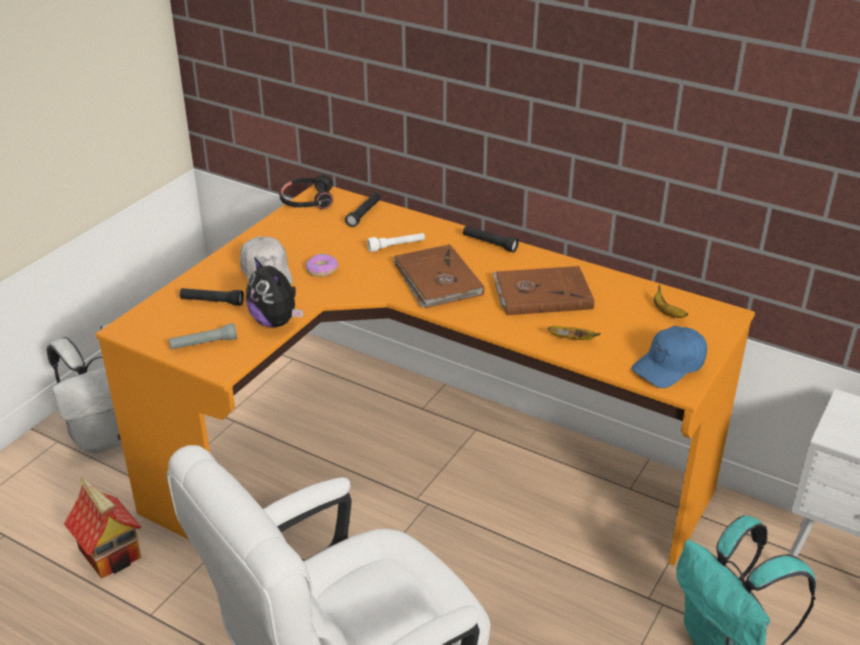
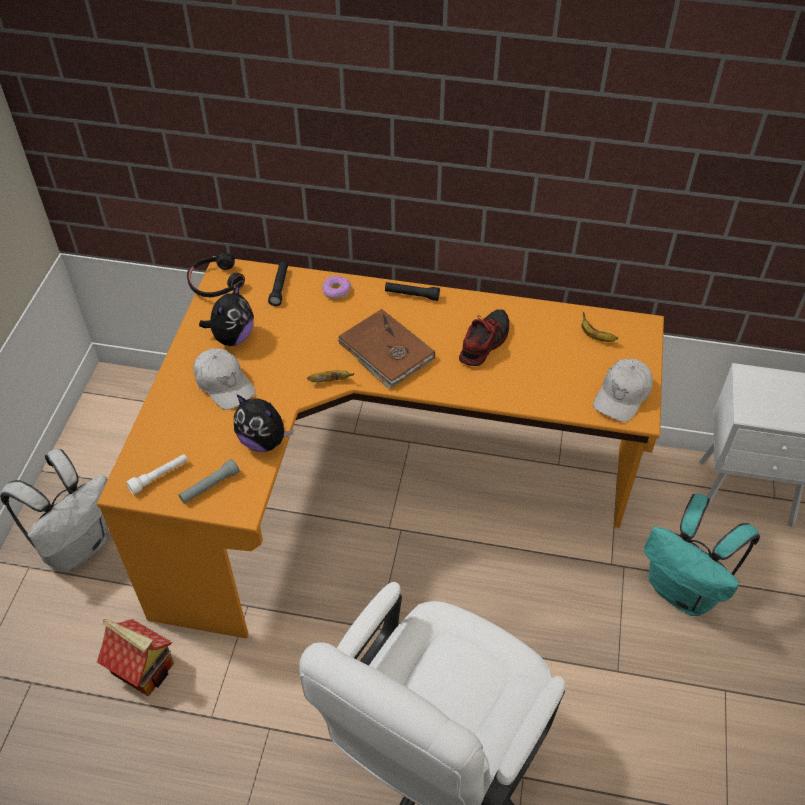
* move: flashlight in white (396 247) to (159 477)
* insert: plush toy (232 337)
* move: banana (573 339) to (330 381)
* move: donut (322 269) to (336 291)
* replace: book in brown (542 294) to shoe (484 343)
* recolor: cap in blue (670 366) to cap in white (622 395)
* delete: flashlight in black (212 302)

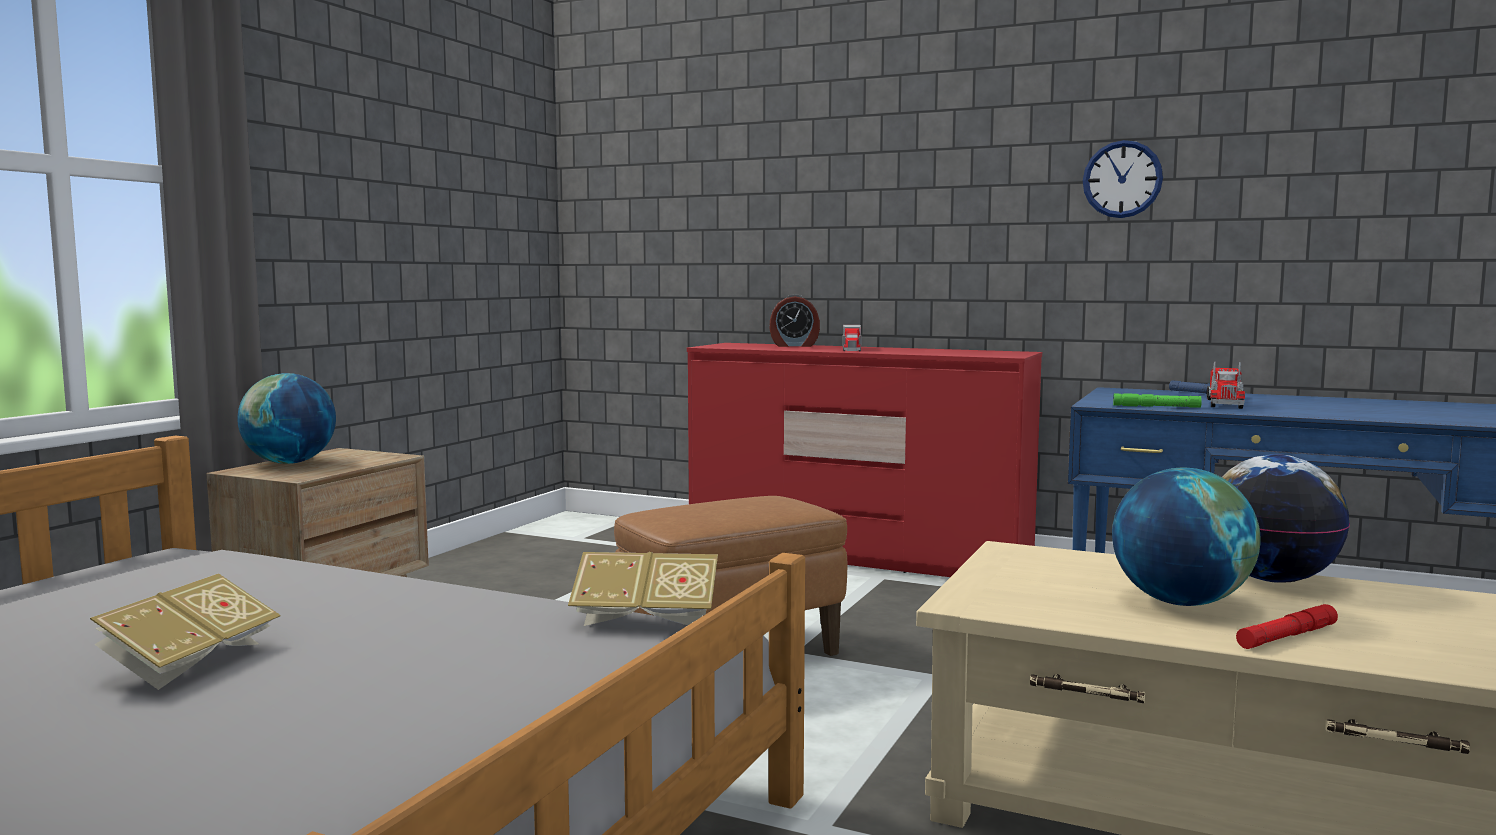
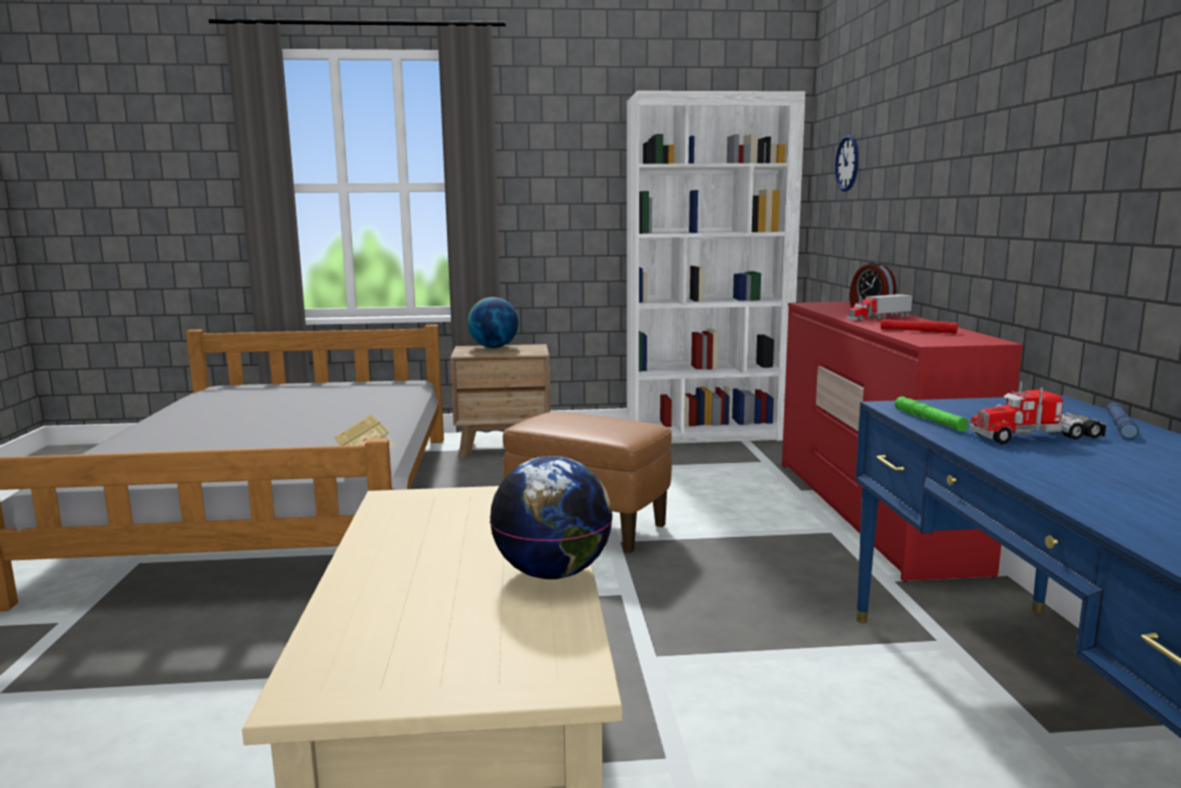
* insert: bookcase in white (706 433)
* move: wall clock (1122 179) to (847 163)
* move: flashlight in red (1287 636) to (918 331)
* delete: book (189 662)
* delete: globe (1180 602)

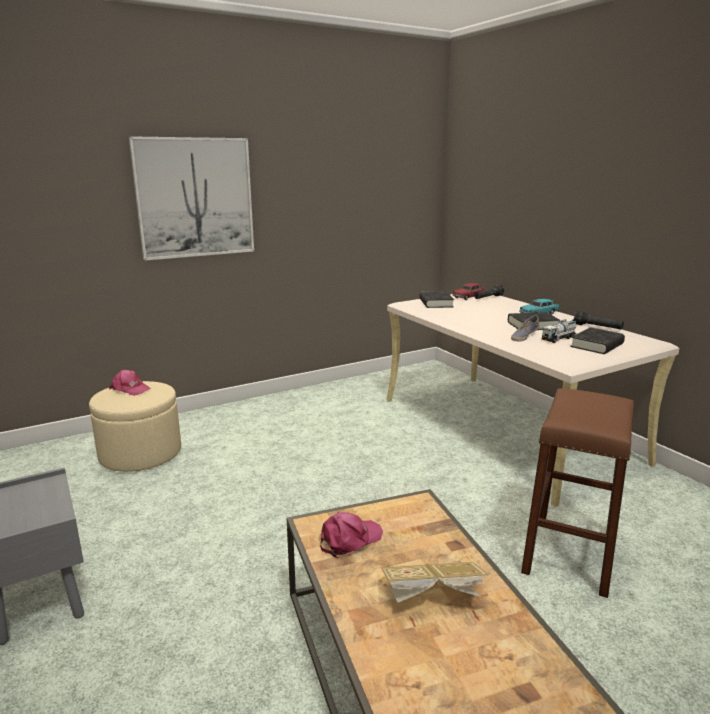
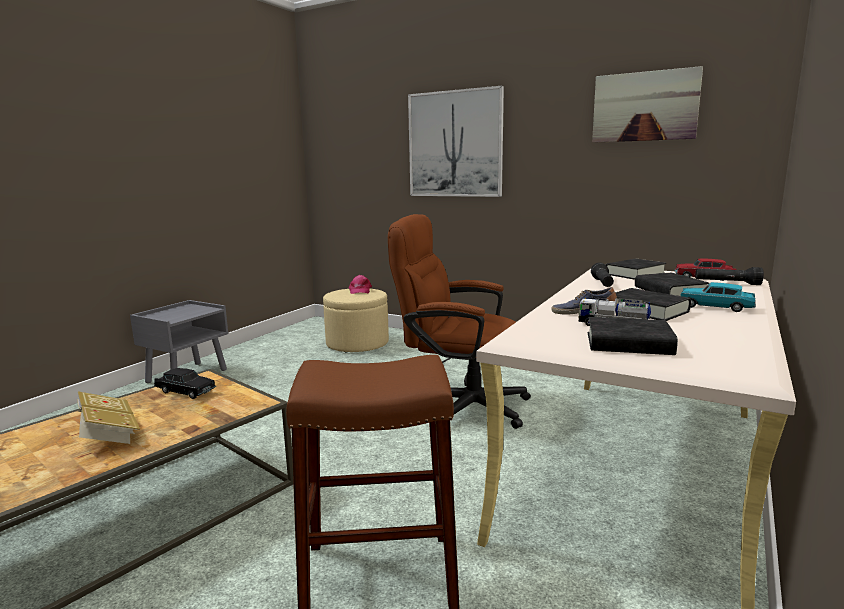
* replace: cap in pink (349 539) to toy car in black (185 392)
* insert: office chair in brown (460 405)
* move: flashlight in black (597 327) to (602 284)
* insert: picture (644 106)
* insert: book in black (669 291)

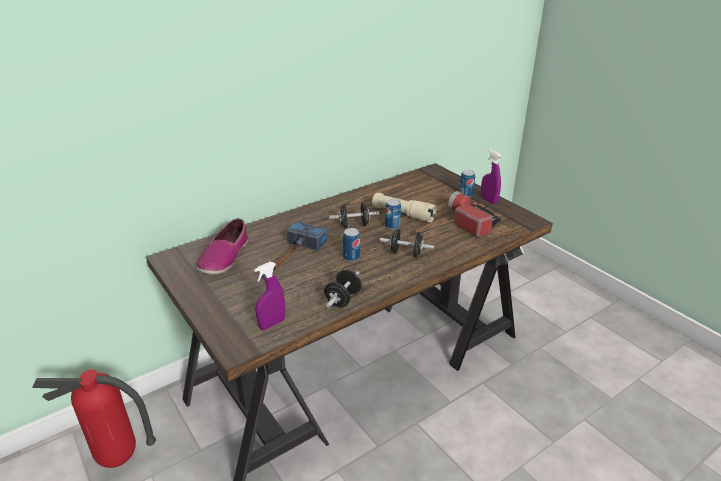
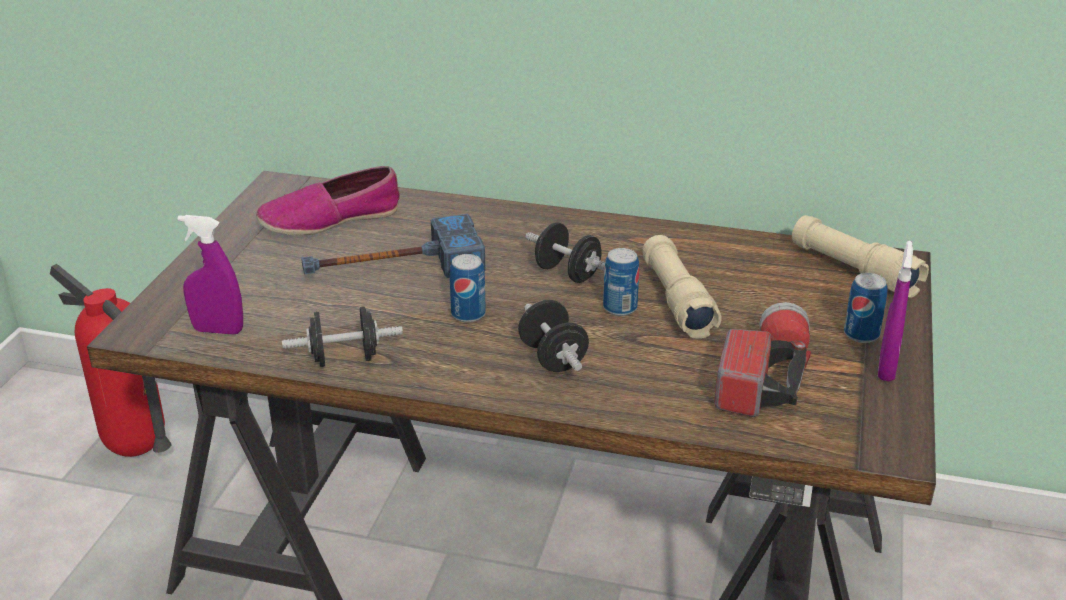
* insert: flashlight in beige (854 270)

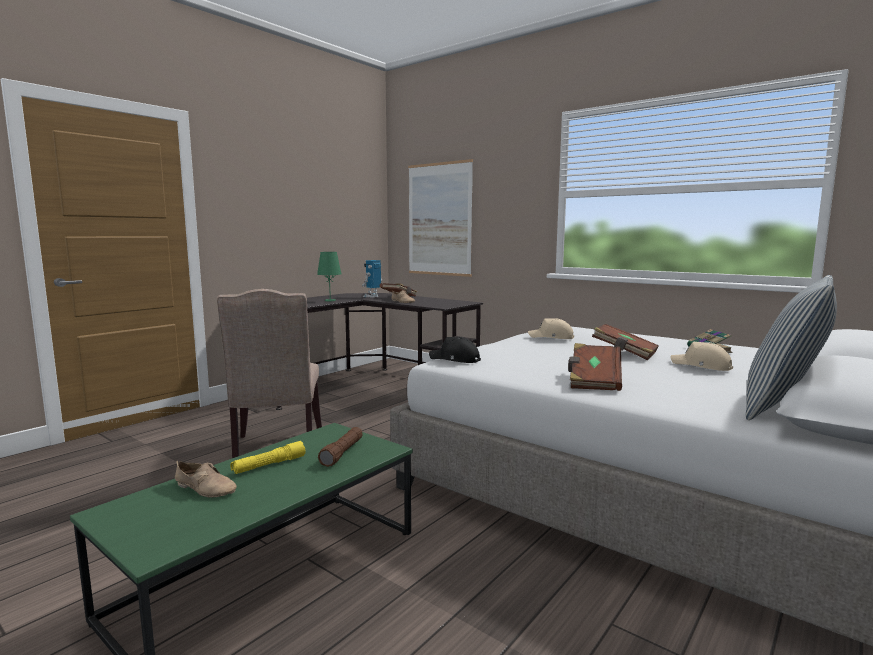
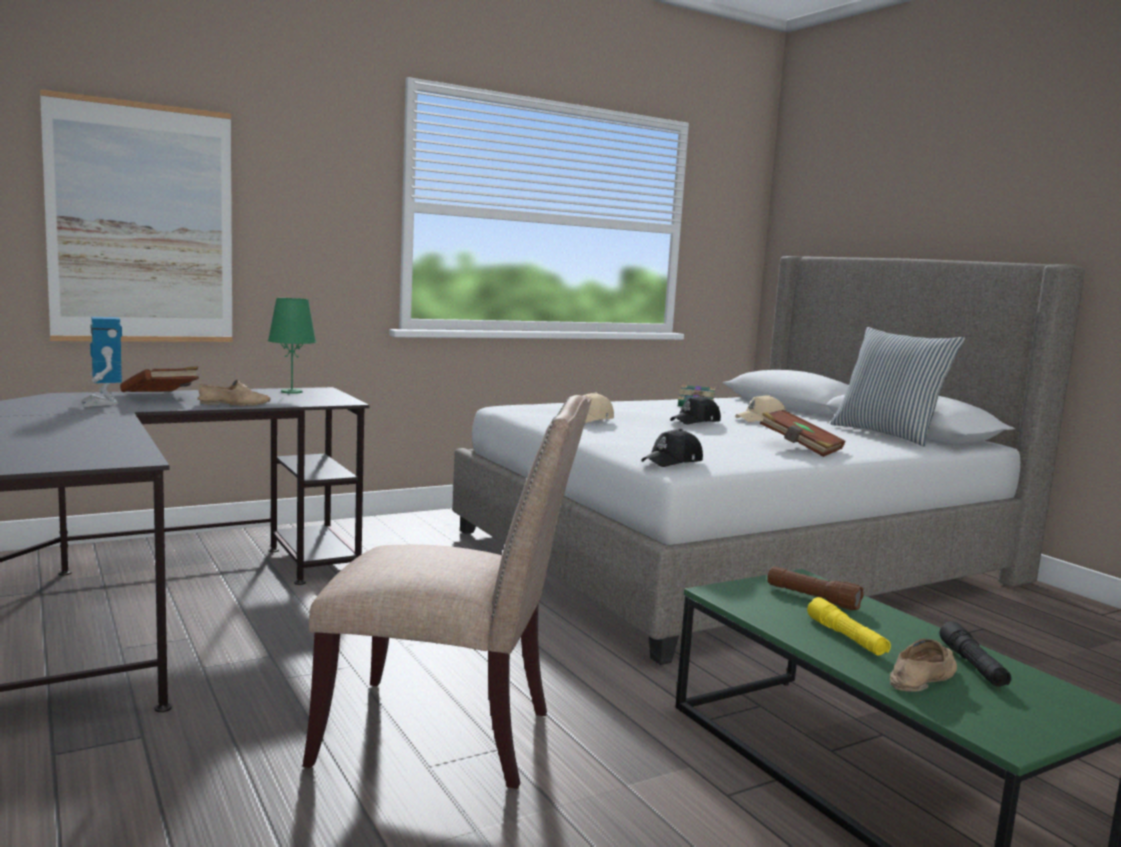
* move: table lamp in green (330 300) to (292 392)
* replace: book in brown (624 353) to cap in black (696 421)
* insert: flashlight in black (972 665)

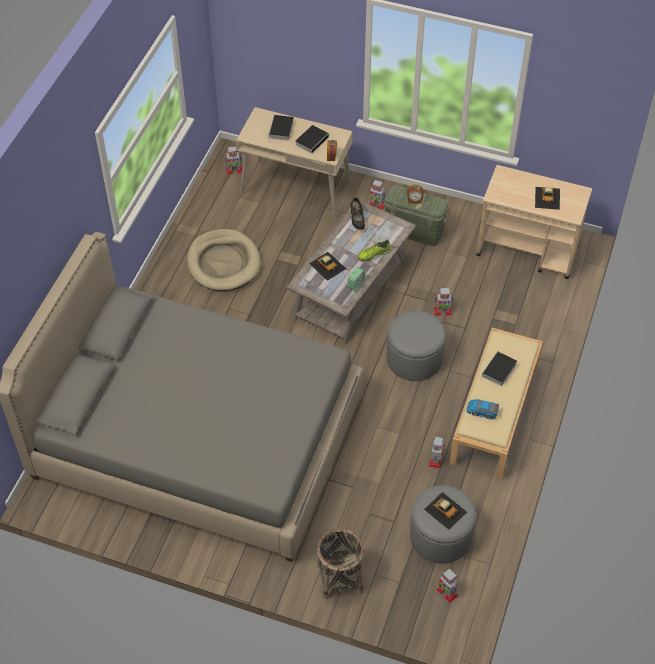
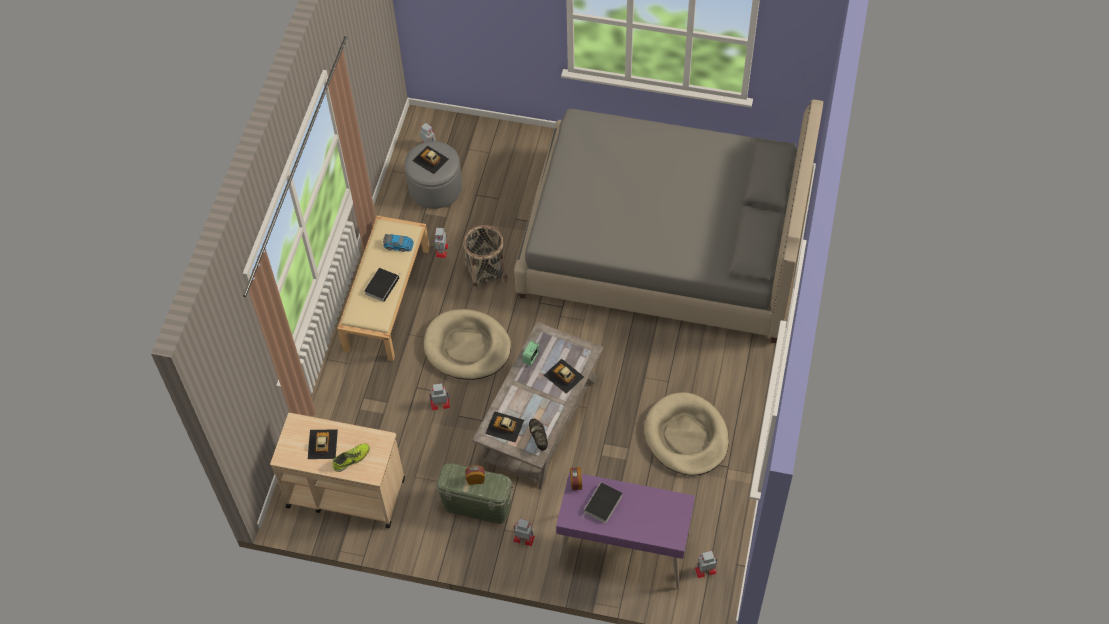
* move: shoe (374 254) to (352 459)
* replace: ottoman in grey (414 358) to dog bed in beige (467 347)
* move: basket (340 578) to (486 272)
* insert: toy car (505 427)
* recolor: desk in beige (296 189) to desk in purple (624 550)
* delete: book (281 130)

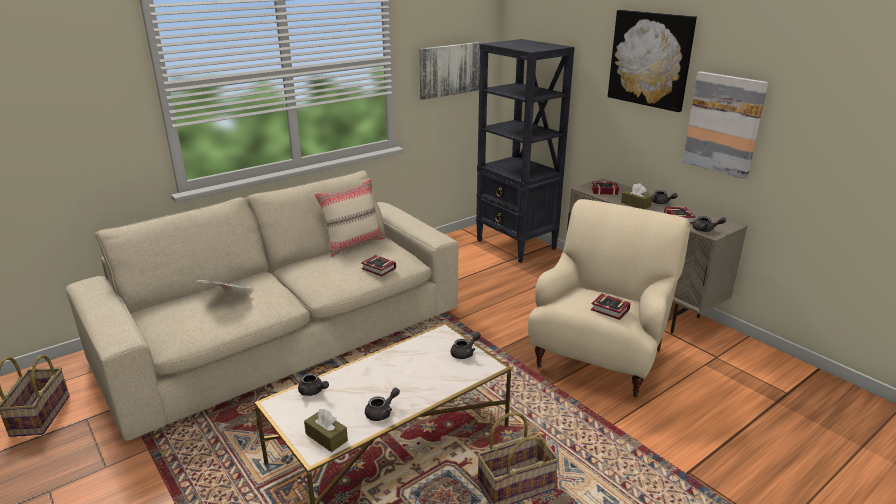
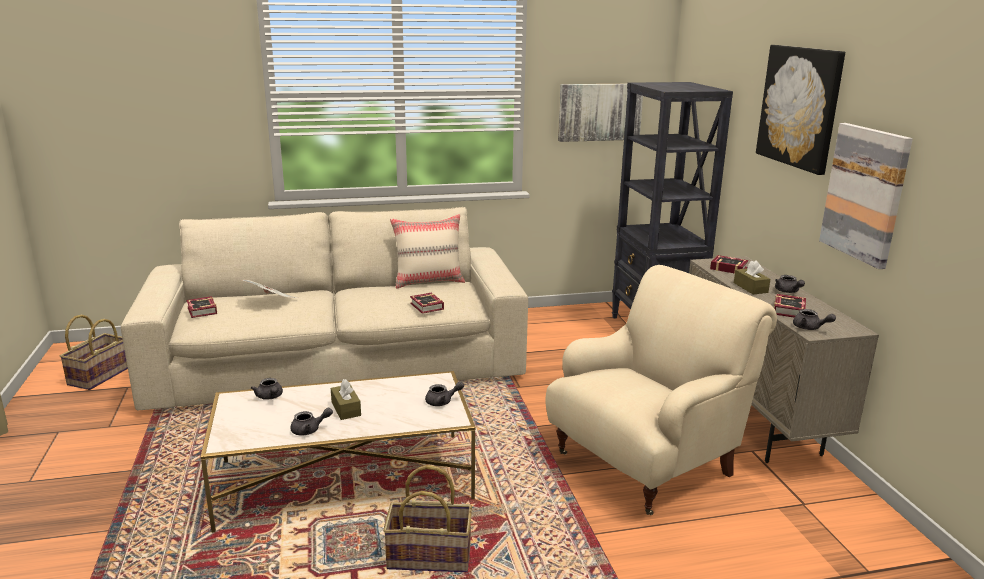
* move: book (611 310) to (201 311)
* move: tissue box in brown (326 437) to (346 409)

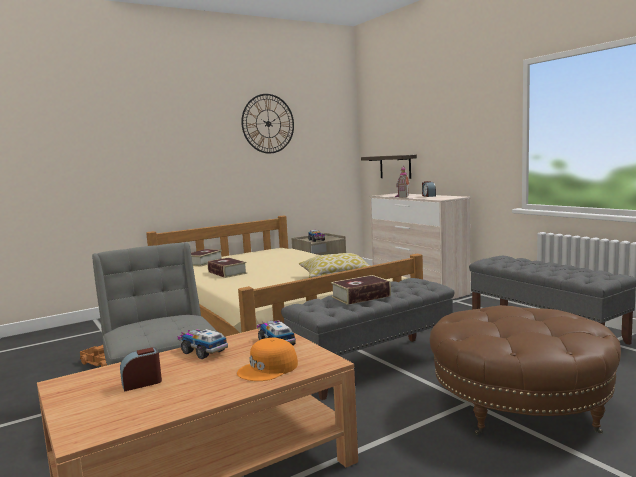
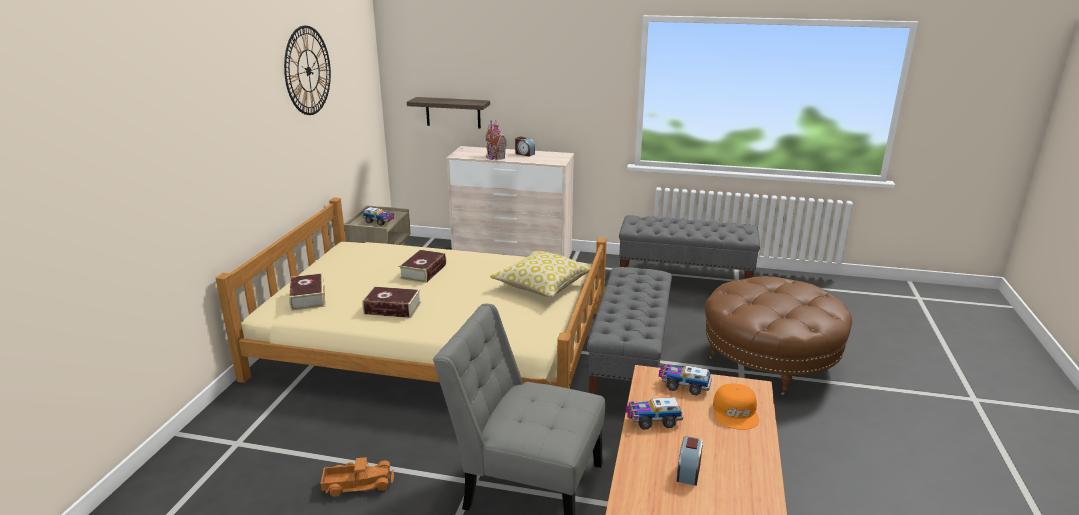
* move: book (361 296) to (423 271)

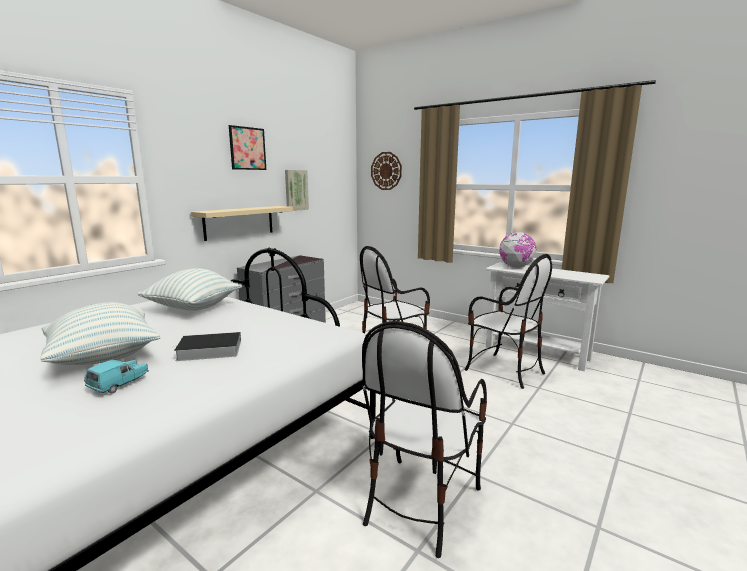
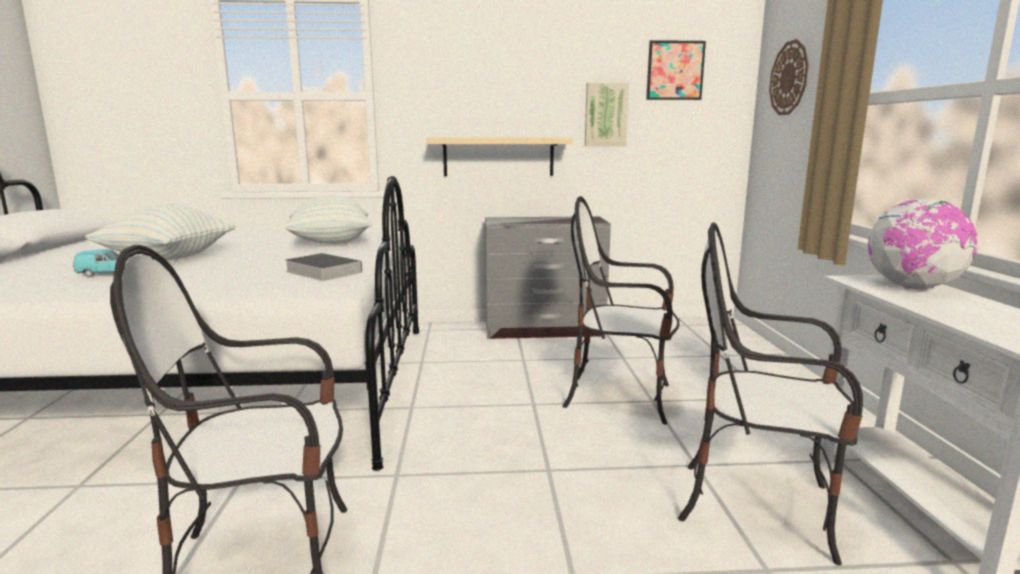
* move: book (207 350) to (321 271)
* move: picture (247 148) to (675 70)
* rotate: chair (504 371) = (759 506) 105 degrees clockwise

